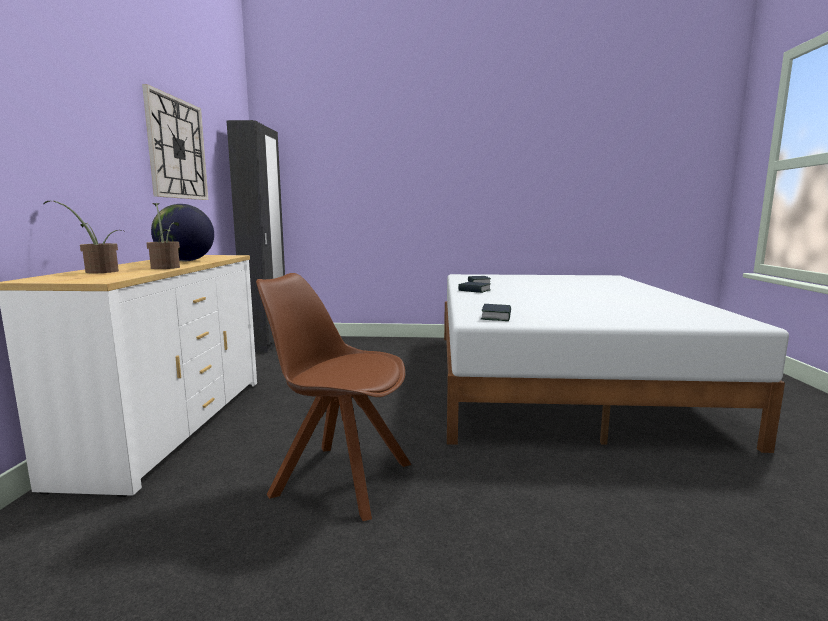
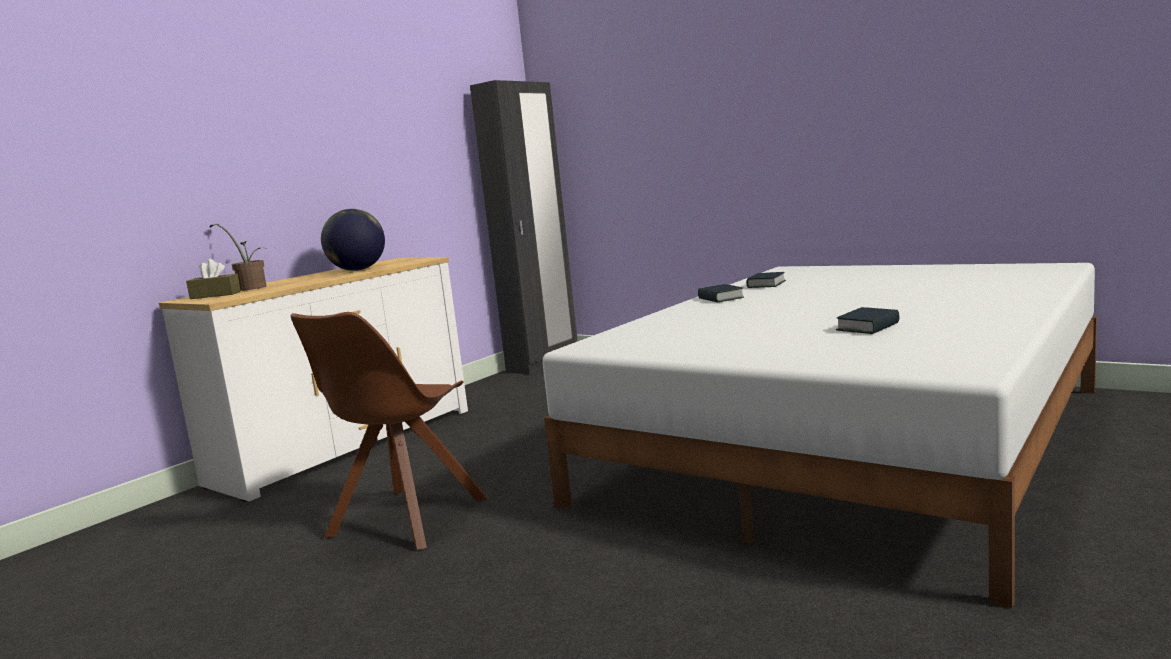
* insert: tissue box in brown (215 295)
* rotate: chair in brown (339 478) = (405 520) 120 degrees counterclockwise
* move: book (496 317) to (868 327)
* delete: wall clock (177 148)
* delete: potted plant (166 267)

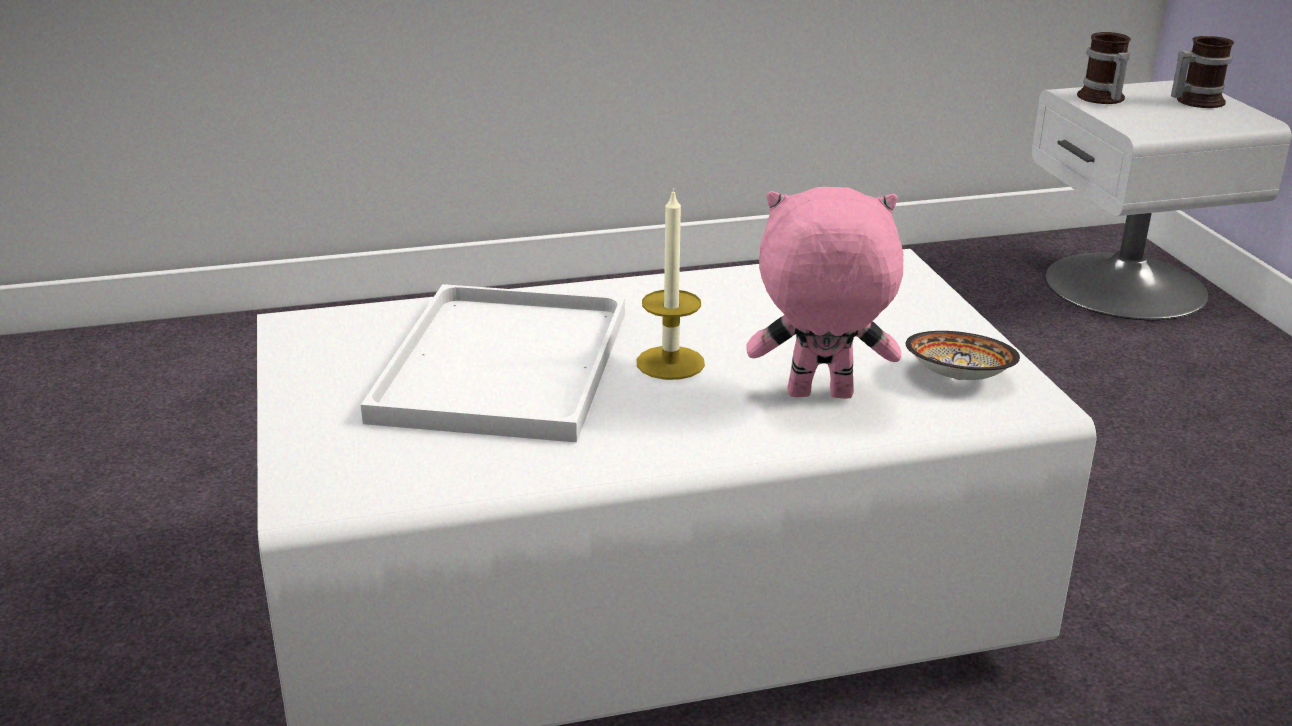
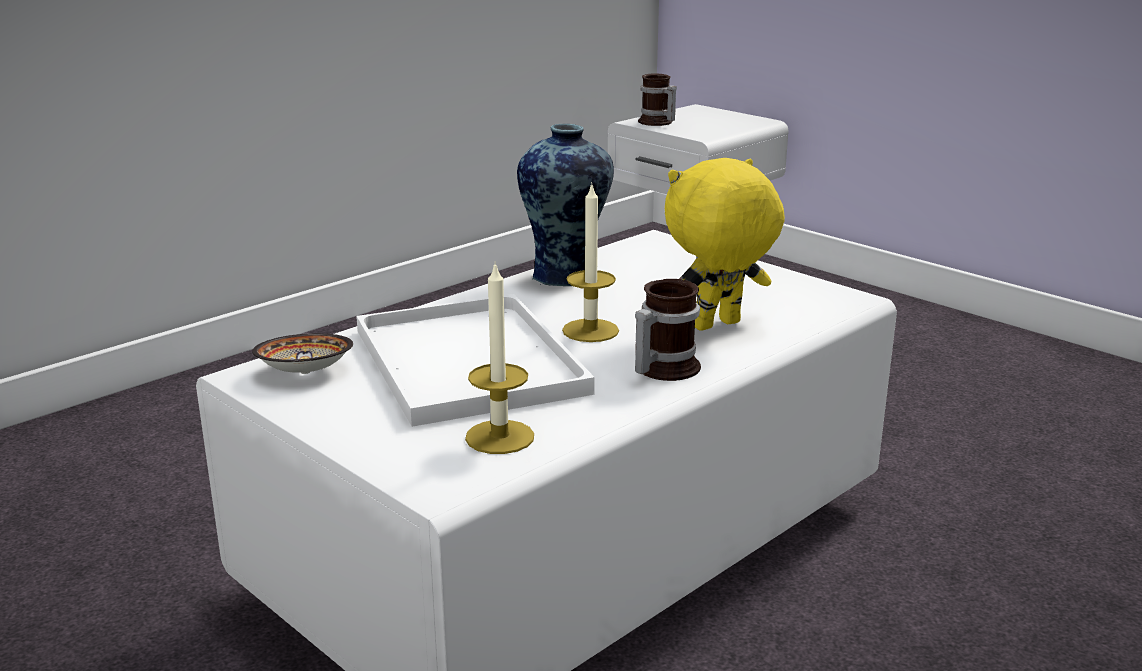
* move: bowl (958 377) to (305 372)
* insert: candle (500 437)
* insert: vase (566 276)
* move: mug (1195 101) to (661 368)
* recolor: plush toy in pink (818 396) to plush toy in yellow (717 326)

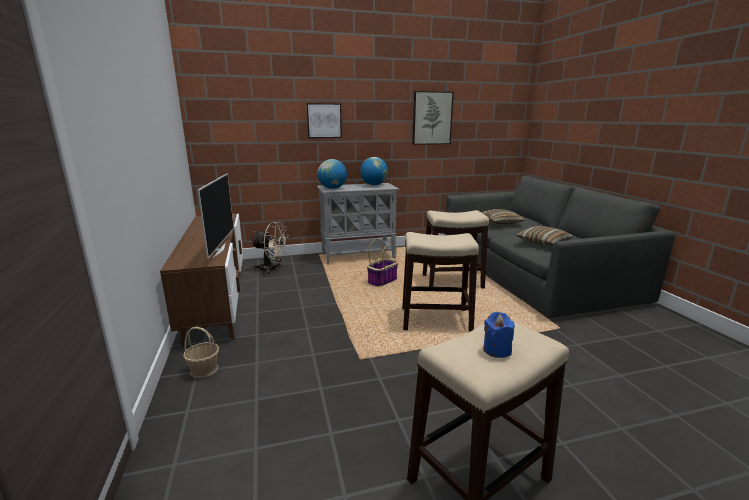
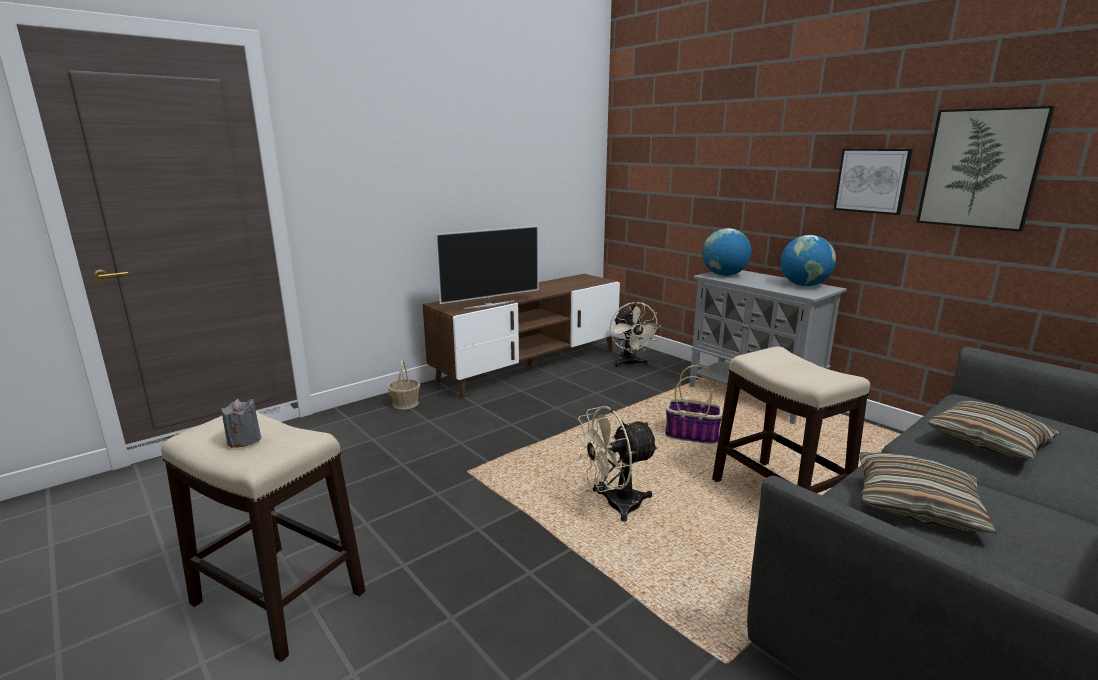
* recolor: candle in blue (496 350) to candle in grey (244 440)
* replace: stool (436 320) to fan in beige (614 506)
* move: picture (324 120) to (872 180)

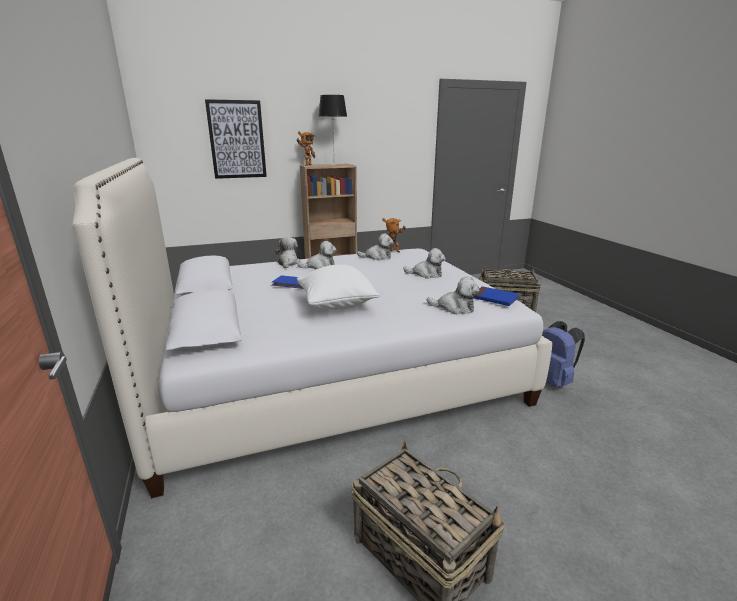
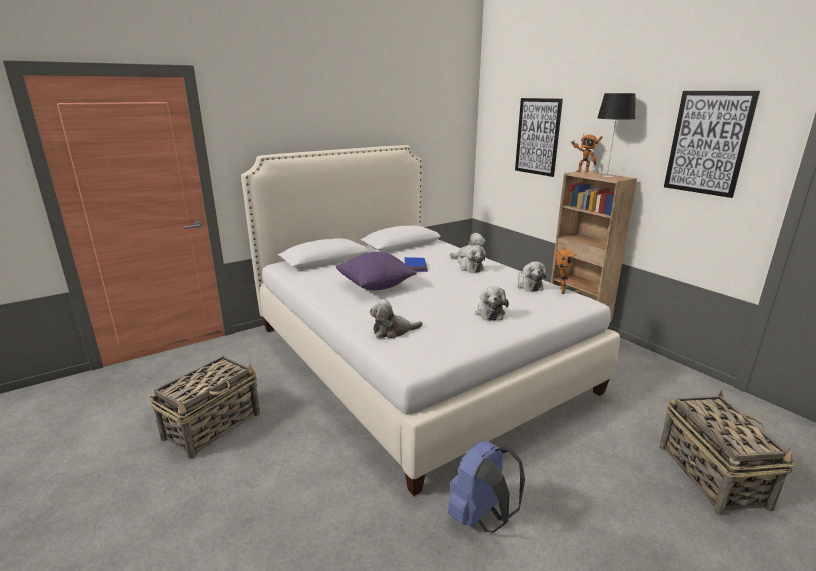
* recolor: pillow in white (336 305) to pillow in purple (376 286)
* rotate: plush toy (454 308) = (393 331) 75 degrees clockwise
* insert: picture (708 143)
* delete: book in blue (494 298)

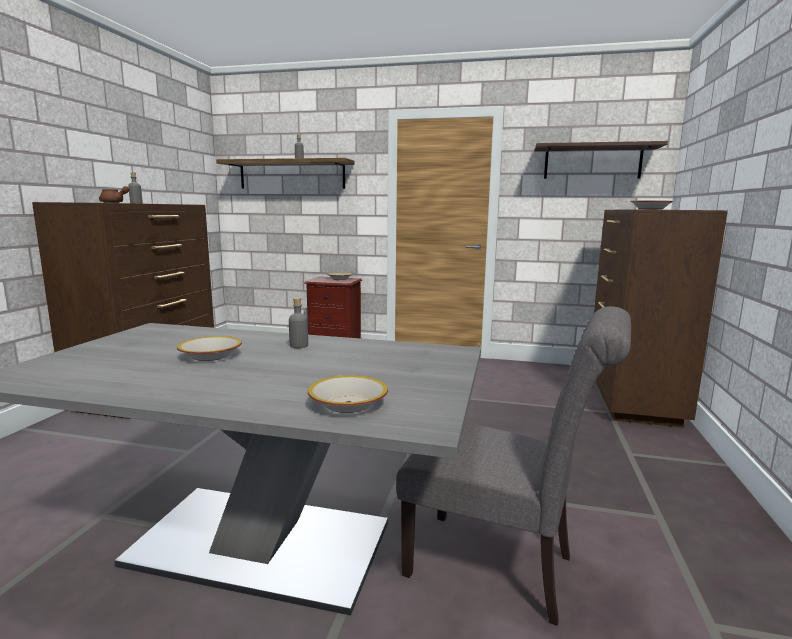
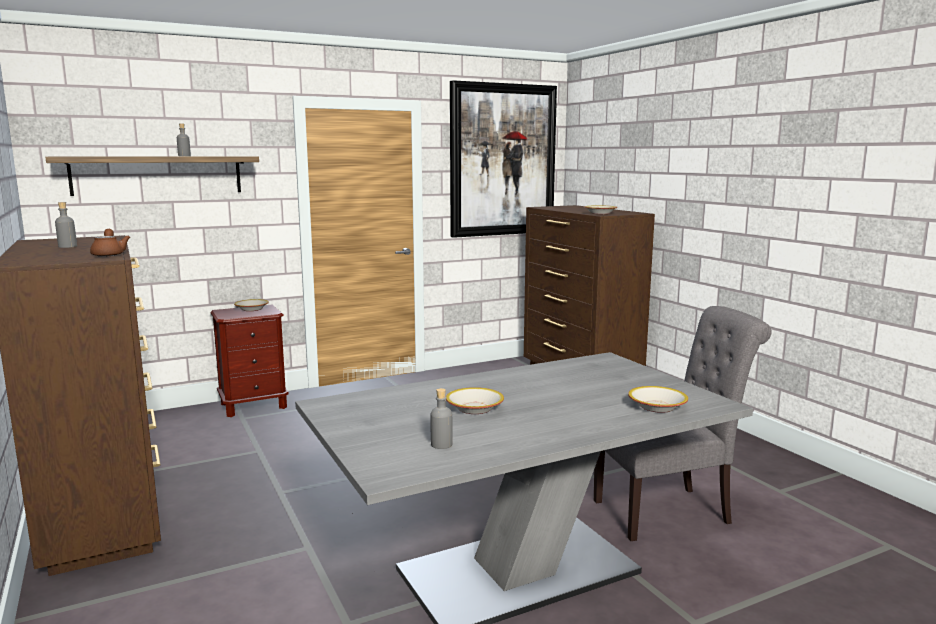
* move: bottle in grey (299 345) to (441 444)
* replace: shelf (592 162) to picture (502 160)

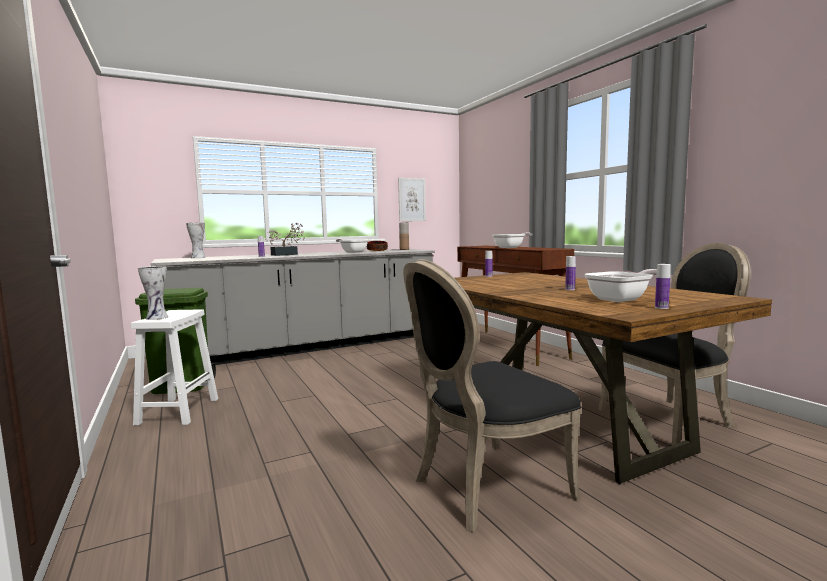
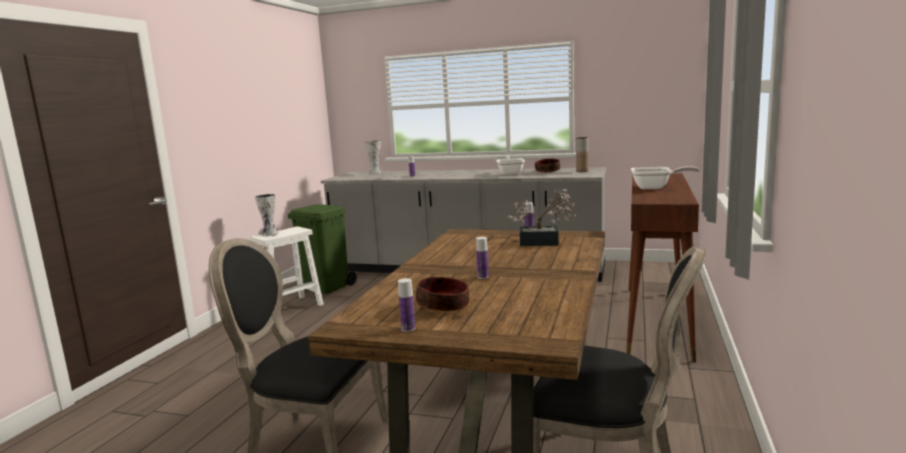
* replace: frying pan (622 299) to bowl (443 306)
* move: potted plant (287 254) to (544 242)
* delete: picture (411 199)

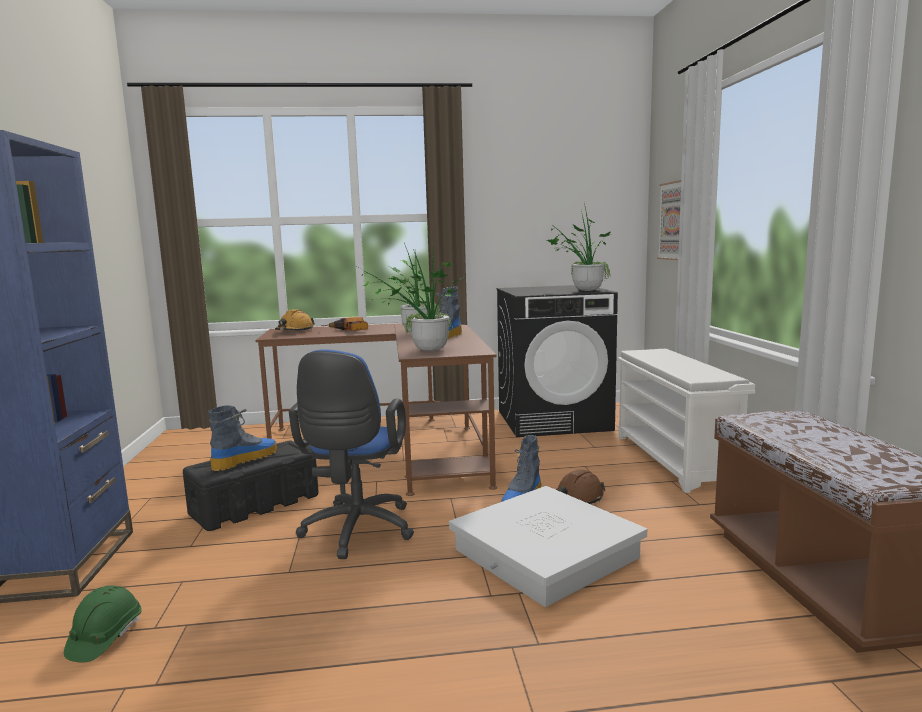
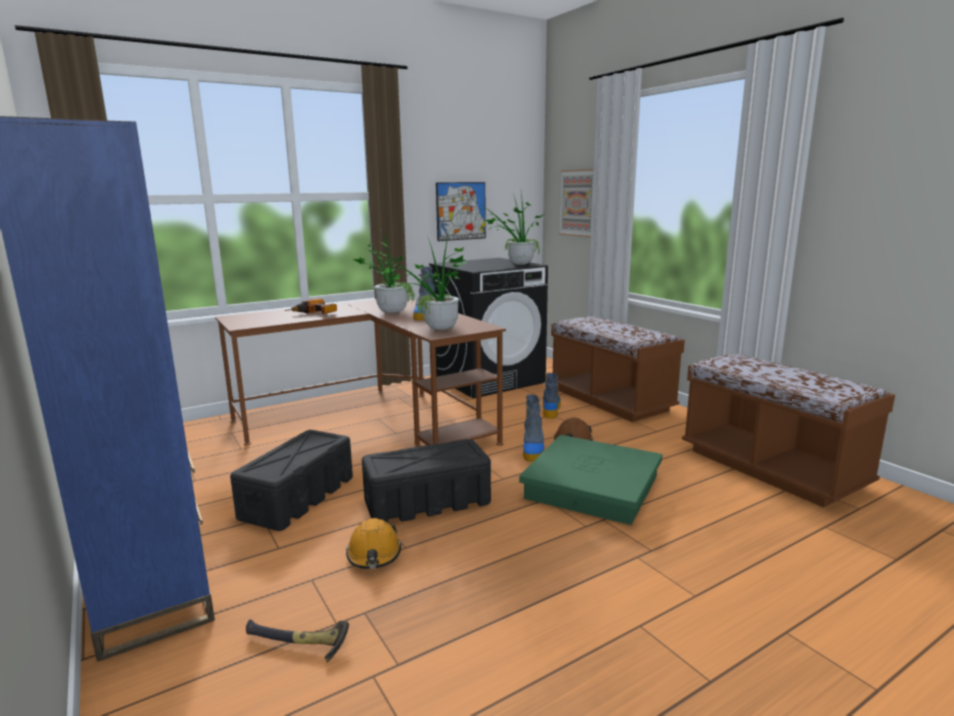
* replace: hard hat in green (105 638) to hammer (297 645)
* move: hard hat in orange (294 331) to (374 554)
* replace: office chair in blue (356 532) to storage box in black (426 502)
* insert: picture (461 211)
* recolor: storage box in white (546 553) to storage box in green (593 487)
* move: boot (245 459) to (551 410)
* replace: shoe rack in white (675 460) to bench in brown (610 400)

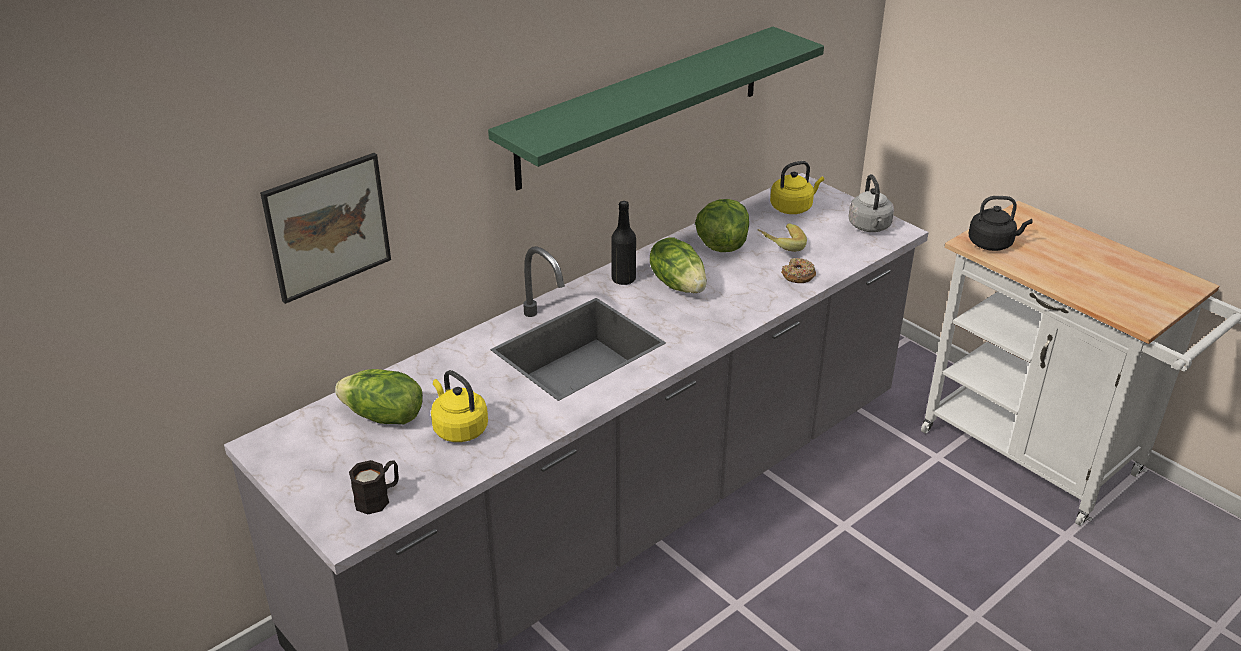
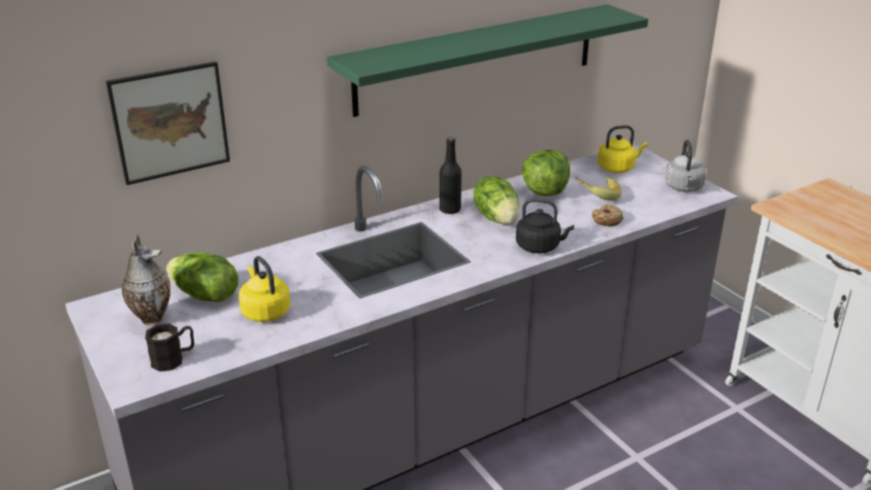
* insert: vase (152 317)
* move: kettle in black (992 244) to (540 247)

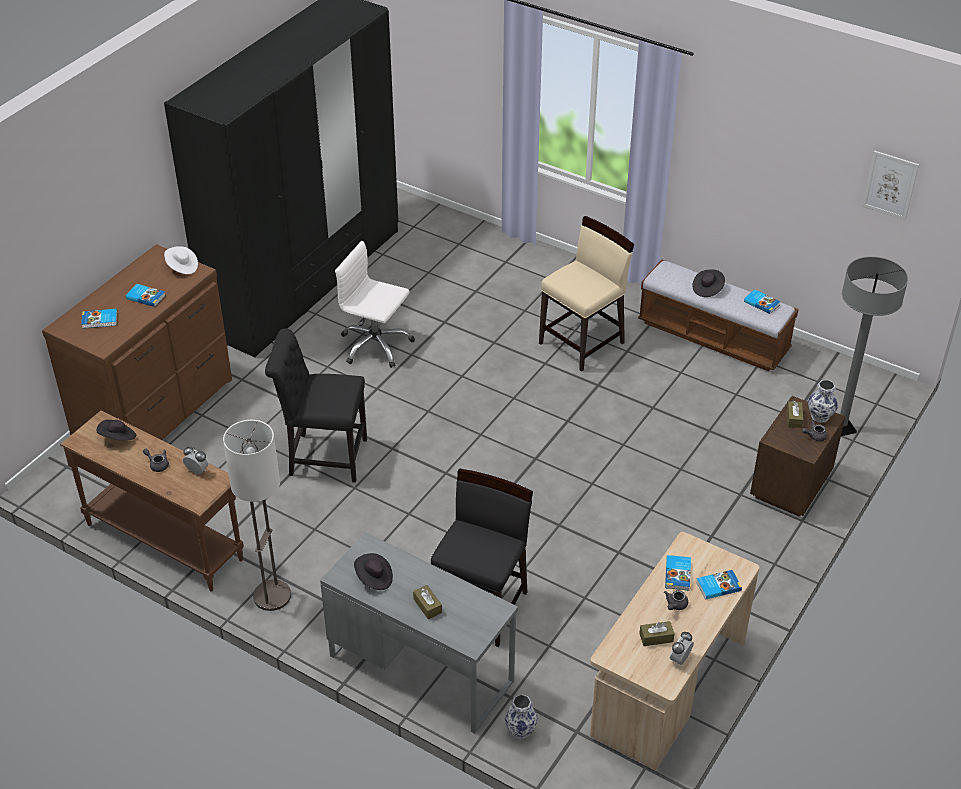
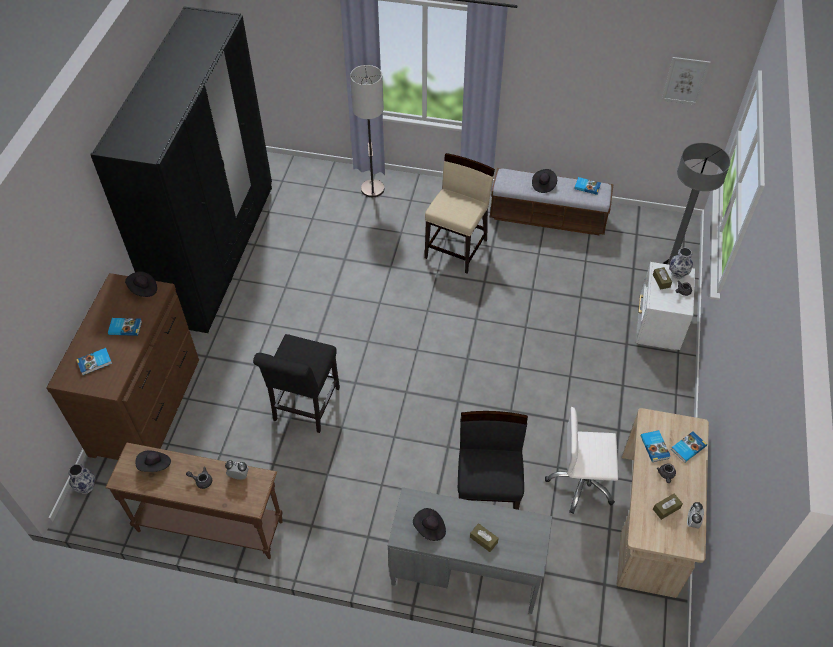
* move: vase (521 730) to (86 486)
* recolor: hat in white (182 267) to hat in black (143 289)
* rotate: chair in black (323 457) = (304 407) 60 degrees counterclockwise
* move: floor lamp (272 596) to (372 189)
* move: office chair in white (375 345) to (581 483)
* recolor: nightstand in brown (789 487) to nightstand in white (656 327)

